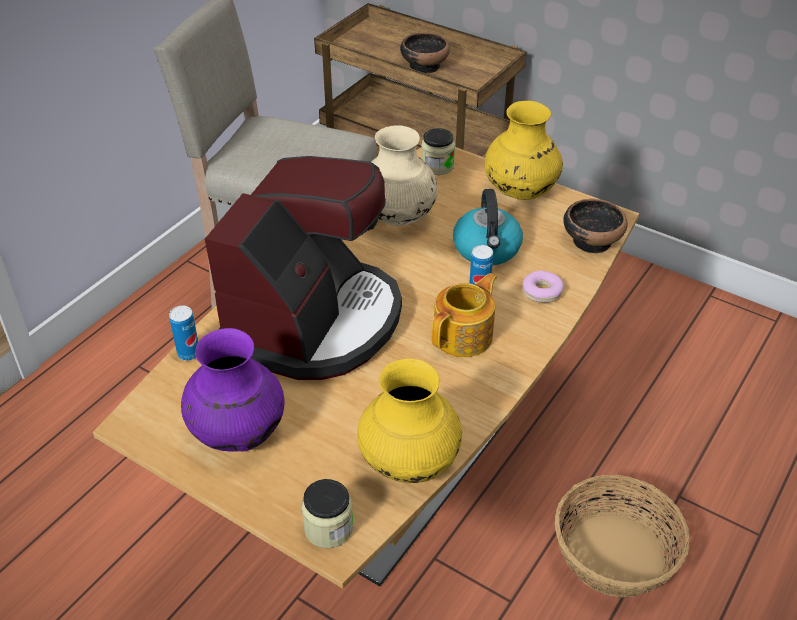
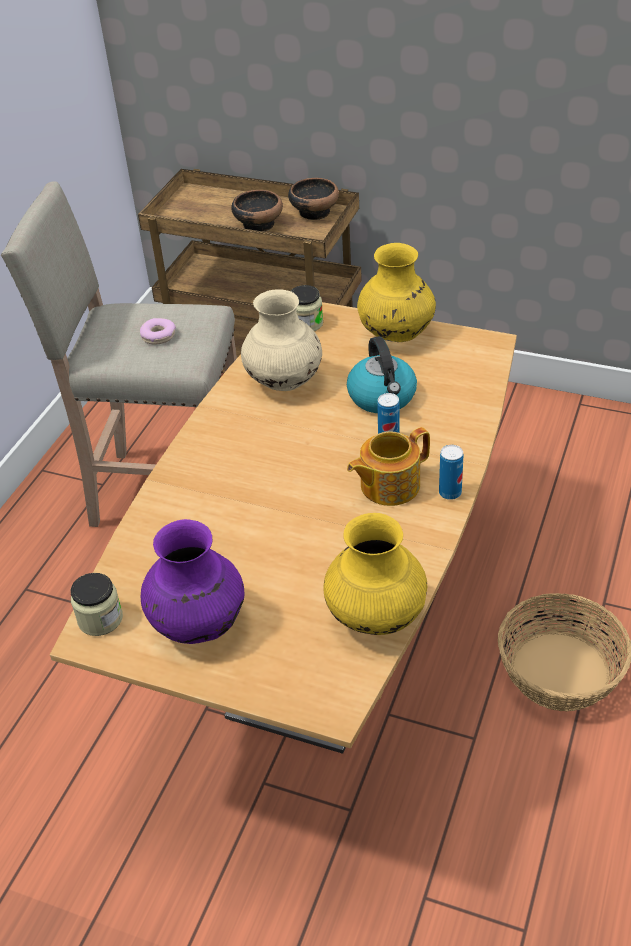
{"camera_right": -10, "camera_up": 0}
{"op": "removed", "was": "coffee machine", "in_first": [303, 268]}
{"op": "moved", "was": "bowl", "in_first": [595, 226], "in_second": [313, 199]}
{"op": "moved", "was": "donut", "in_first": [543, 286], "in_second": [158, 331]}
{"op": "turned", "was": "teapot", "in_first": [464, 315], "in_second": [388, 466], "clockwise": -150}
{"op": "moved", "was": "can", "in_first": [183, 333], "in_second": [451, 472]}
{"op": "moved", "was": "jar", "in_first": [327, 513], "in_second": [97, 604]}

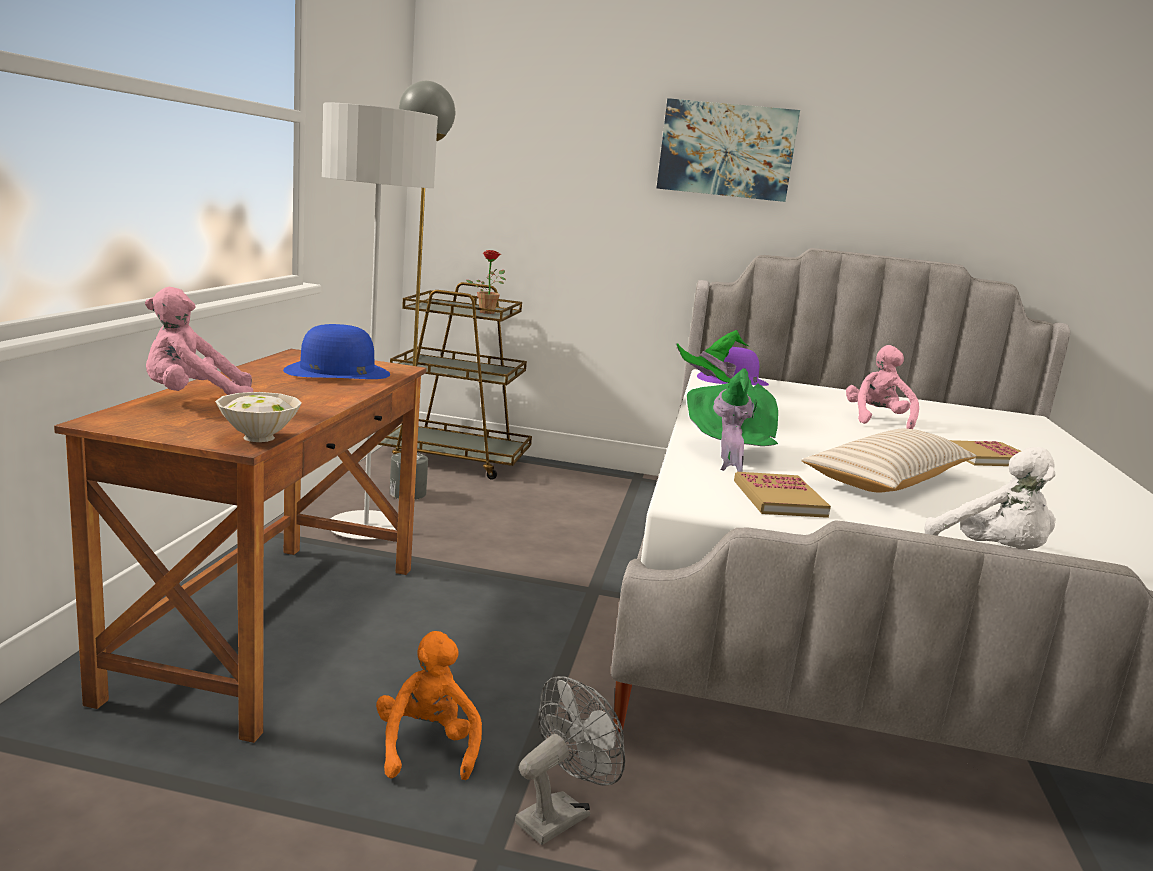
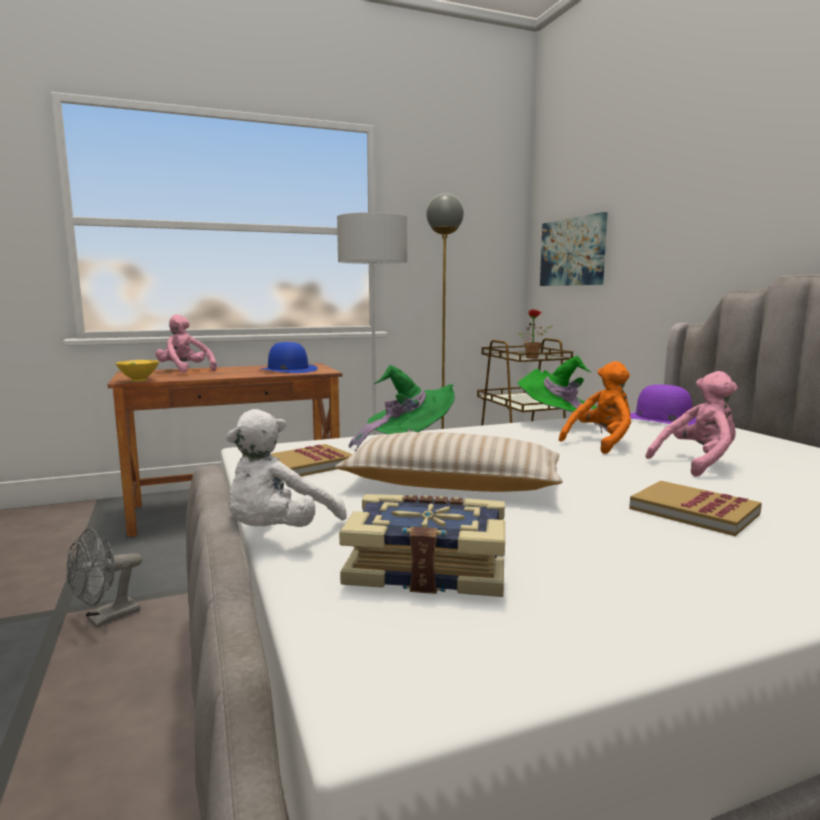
{"camera_right": 60, "camera_up": -5}
{"op": "moved", "was": "picture", "in_first": [728, 150], "in_second": [574, 249]}
{"op": "recoloured", "was": "white bowl", "now": "yellow bowl", "in_first": [258, 417], "in_second": [137, 371]}
{"op": "moved", "was": "orange plush toy", "in_first": [429, 705], "in_second": [595, 407]}
{"op": "turned", "was": "grey fan", "in_first": [570, 760], "in_second": [104, 577], "clockwise": 120}
{"op": "added", "now": "book", "in_second": [422, 545]}

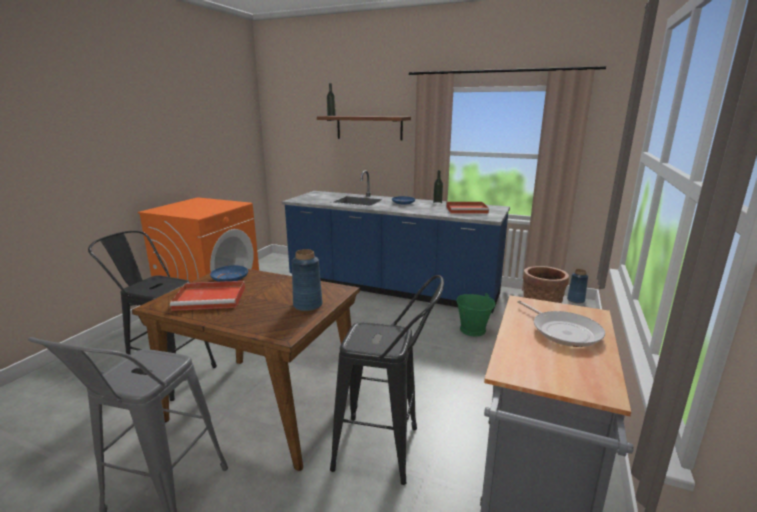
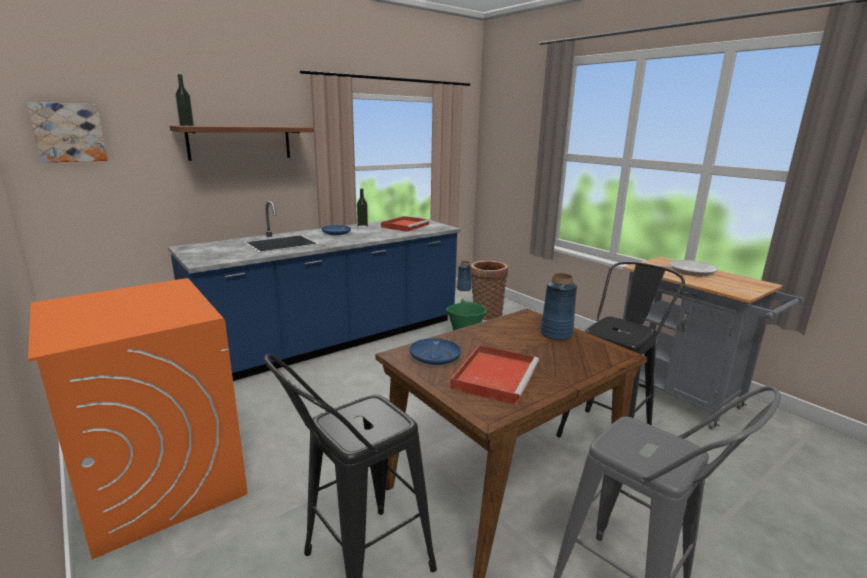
{"camera_right": -60, "camera_up": 0}
{"op": "added", "now": "picture", "in_second": [67, 132]}

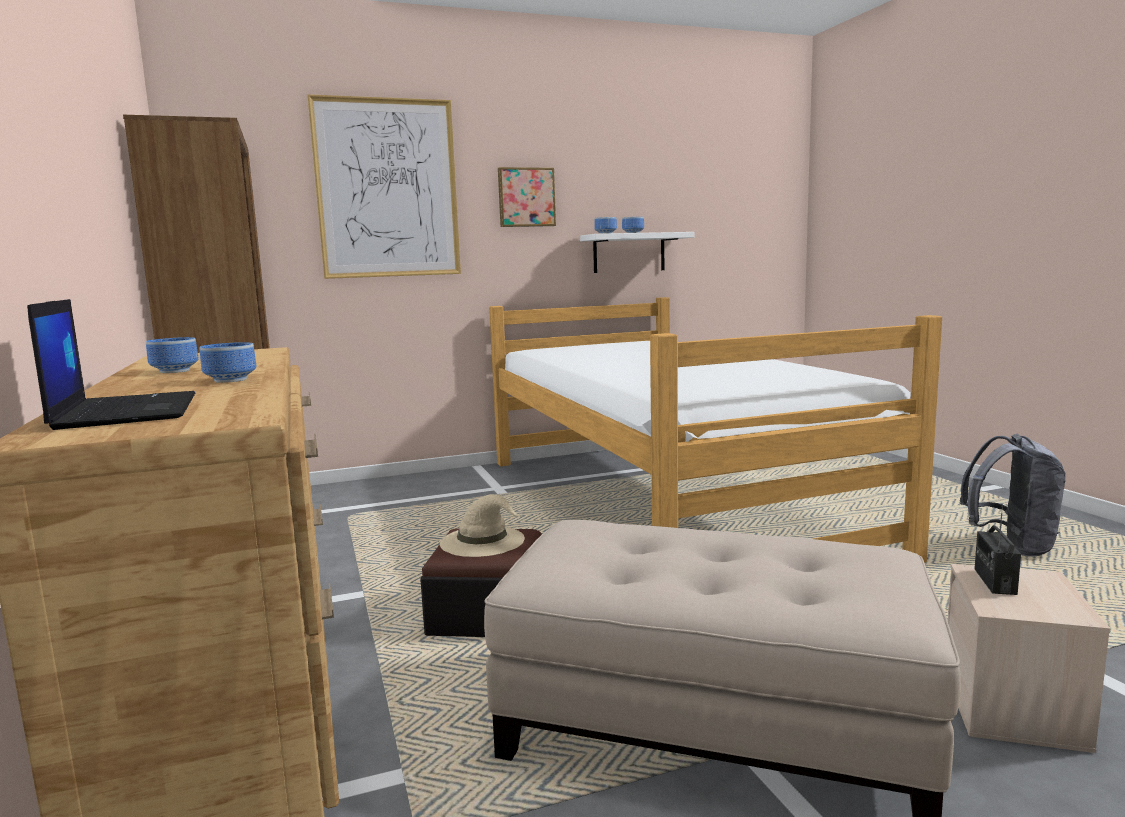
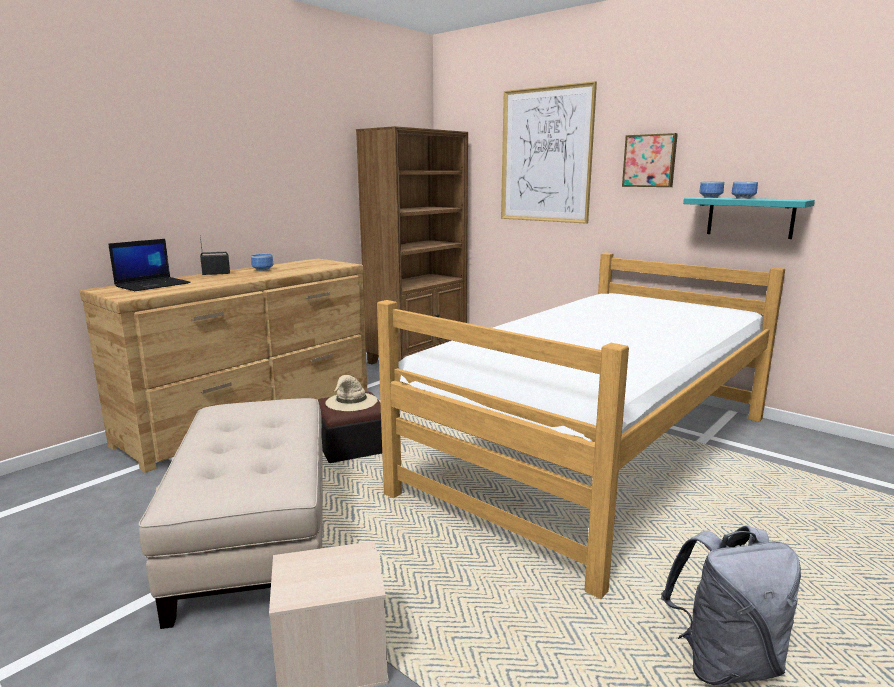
{"camera_right": 60, "camera_up": 5}
{"op": "recoloured", "was": "white shelf", "now": "turquoise shelf", "in_first": [637, 252], "in_second": [749, 218]}
{"op": "removed", "was": "bowl", "in_first": [227, 362]}
{"op": "moved", "was": "radio", "in_first": [997, 550], "in_second": [215, 255]}

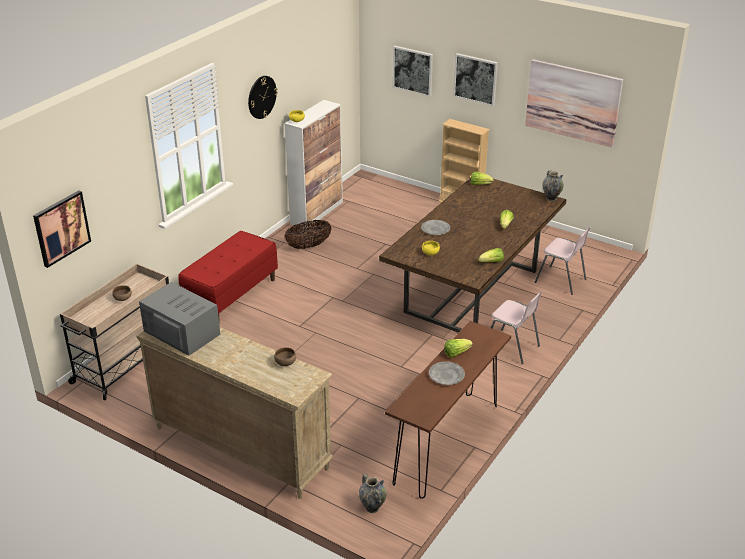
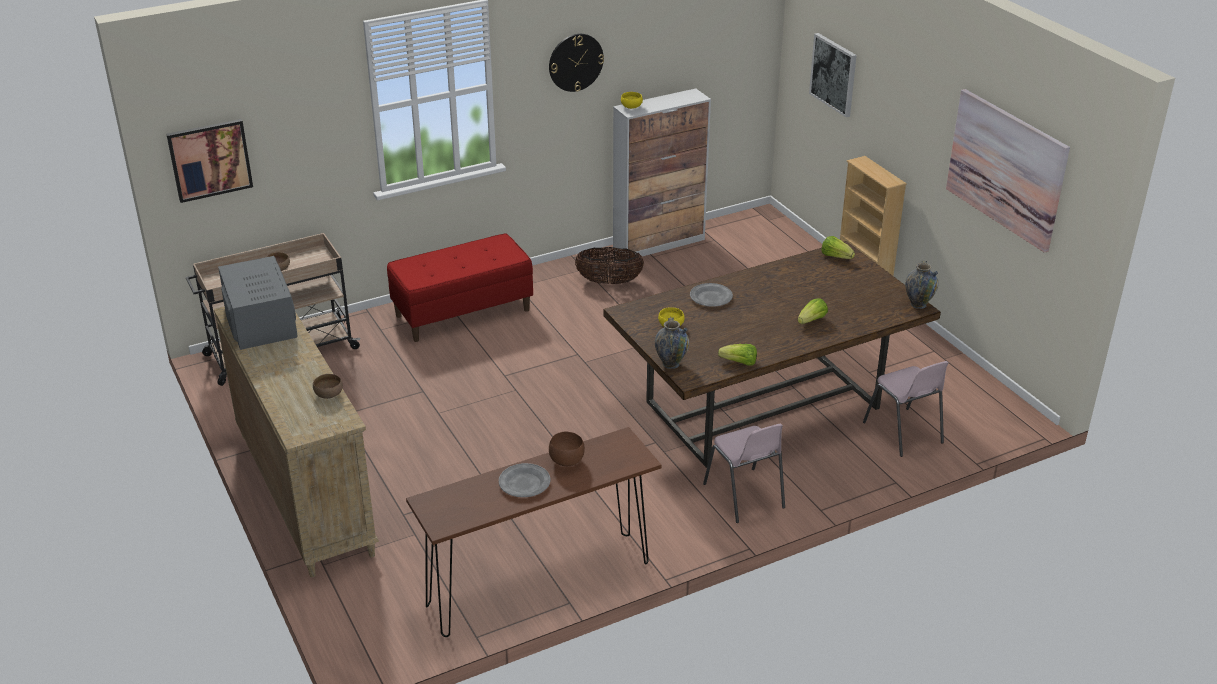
{"camera_right": 30, "camera_up": 0}
{"op": "removed", "was": "picture", "in_first": [476, 79]}
{"op": "replaced", "was": "lettuce", "now": "brown bowl", "in_first": [458, 348], "in_second": [567, 449]}
{"op": "moved", "was": "vase", "in_first": [373, 493], "in_second": [672, 343]}

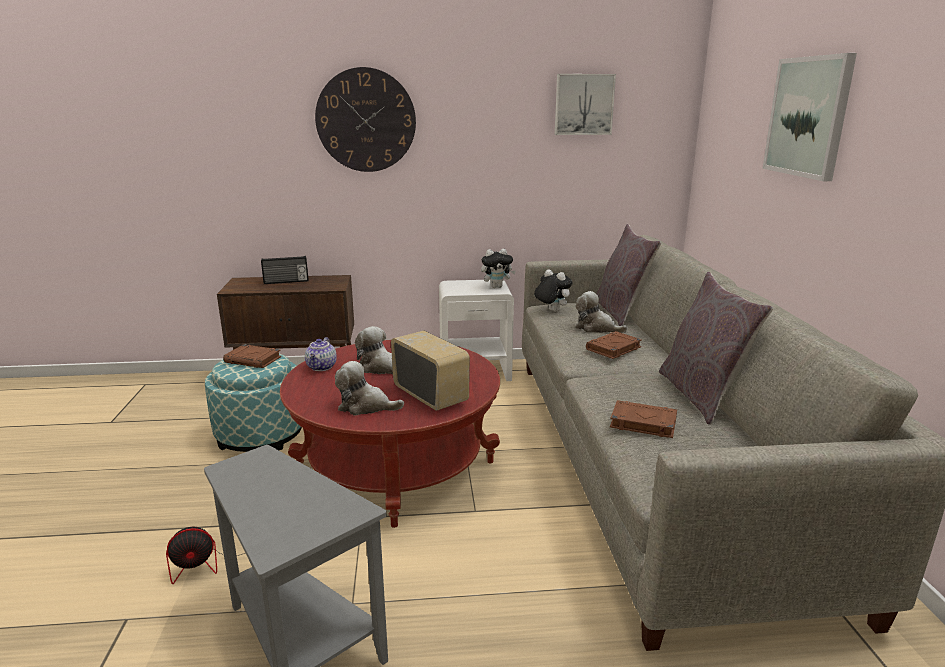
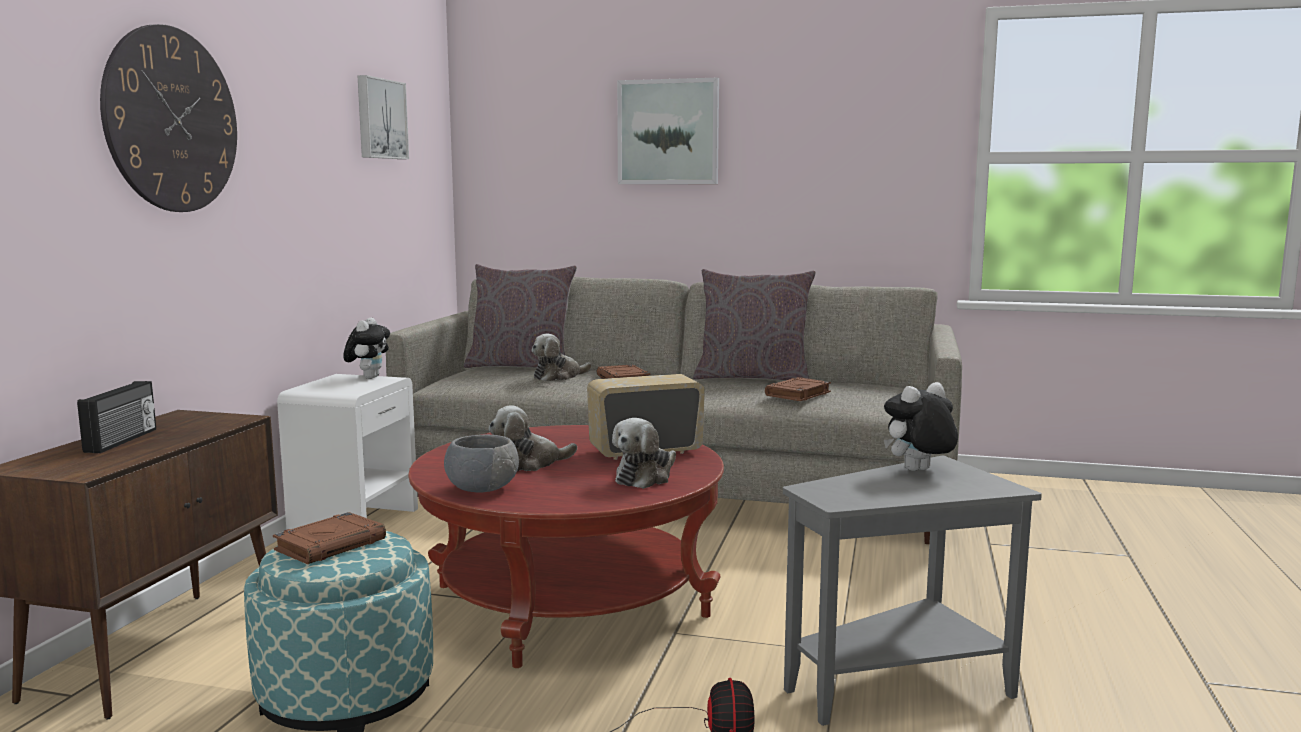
{"camera_right": -70, "camera_up": -10}
{"op": "moved", "was": "plush toy", "in_first": [553, 290], "in_second": [921, 426]}
{"op": "replaced", "was": "teapot", "now": "grey bowl", "in_first": [321, 354], "in_second": [481, 463]}

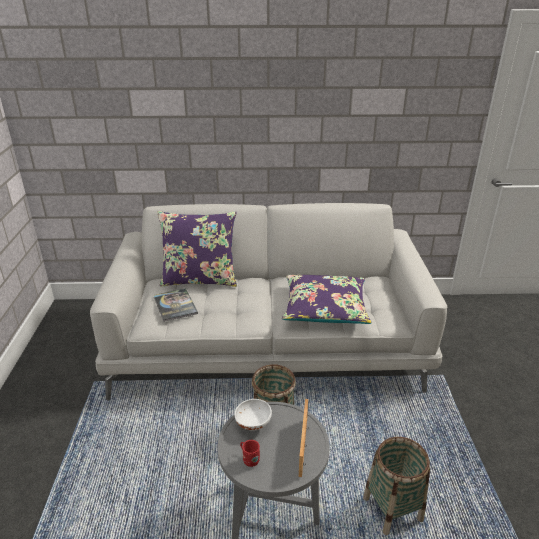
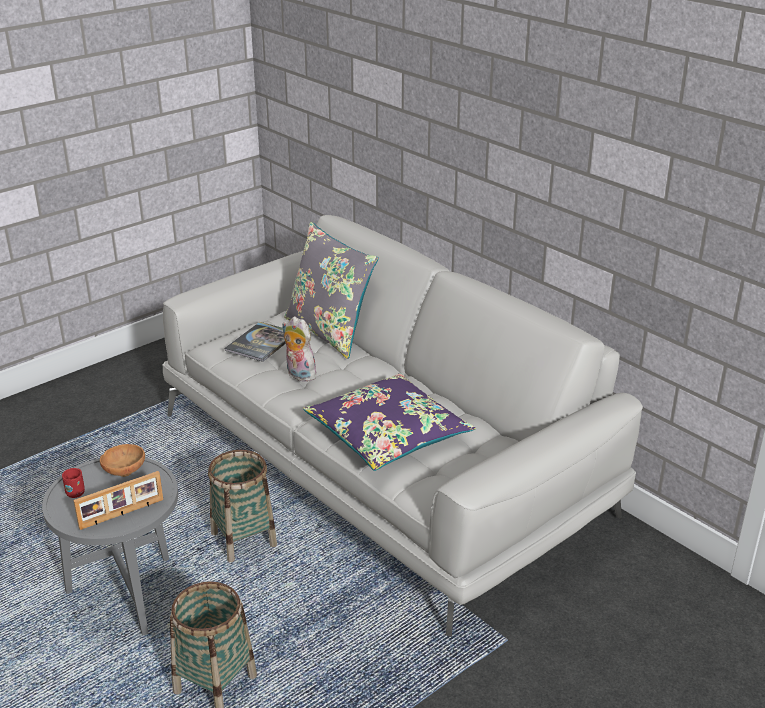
{"camera_right": 50, "camera_up": 0}
{"op": "recoloured", "was": "purple pillow", "now": "grey pillow", "in_first": [197, 249], "in_second": [331, 290]}
{"op": "recoloured", "was": "white bowl", "now": "brown bowl", "in_first": [253, 414], "in_second": [122, 460]}
{"op": "added", "now": "plush toy", "in_second": [299, 349]}

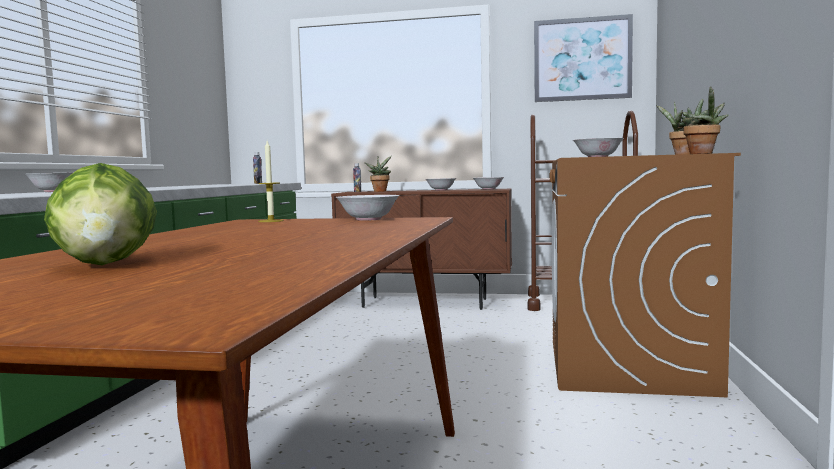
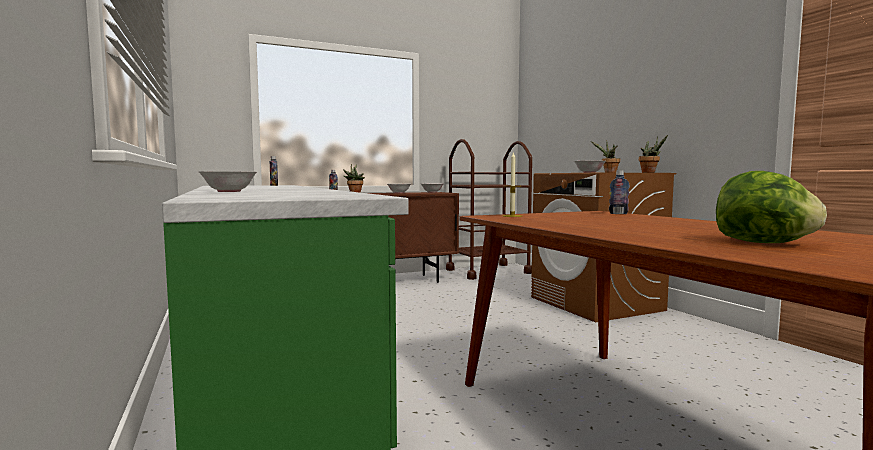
{"camera_right": -35, "camera_up": 0}
{"op": "removed", "was": "picture", "in_first": [583, 58]}
{"op": "removed", "was": "white bowl", "in_first": [367, 208]}
{"op": "added", "now": "bottle", "in_second": [619, 192]}

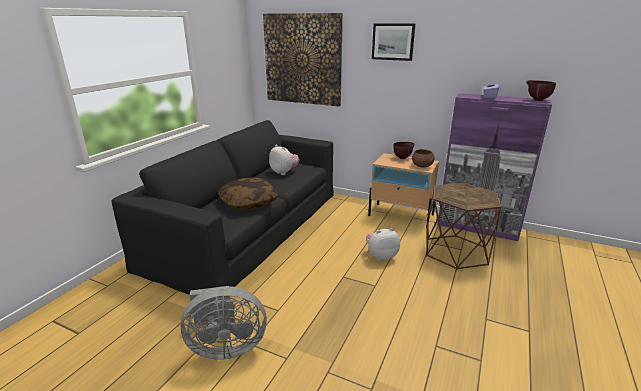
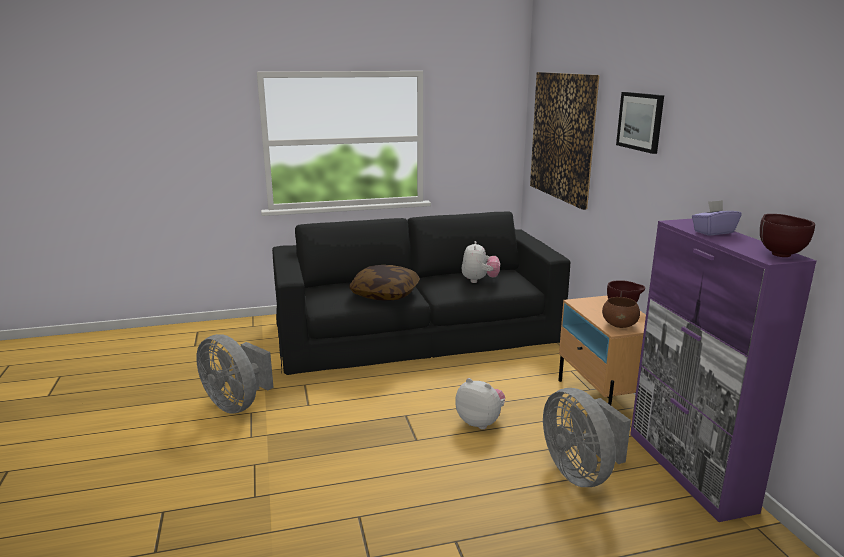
{"camera_right": 50, "camera_up": -5}
{"op": "replaced", "was": "brown side table", "now": "grey fan", "in_first": [464, 226], "in_second": [587, 437]}

